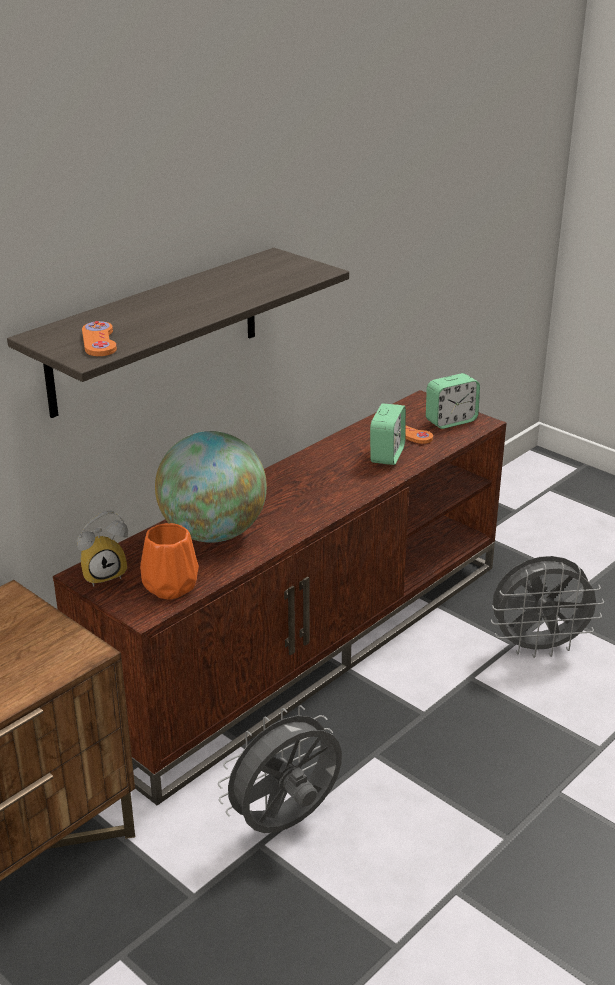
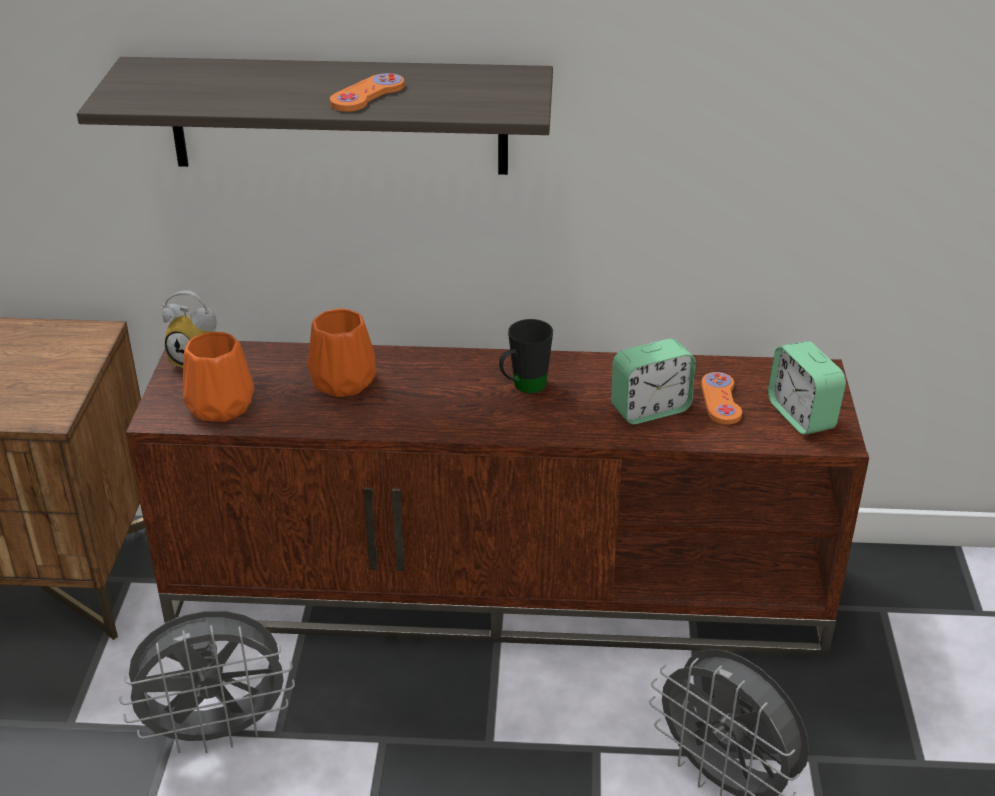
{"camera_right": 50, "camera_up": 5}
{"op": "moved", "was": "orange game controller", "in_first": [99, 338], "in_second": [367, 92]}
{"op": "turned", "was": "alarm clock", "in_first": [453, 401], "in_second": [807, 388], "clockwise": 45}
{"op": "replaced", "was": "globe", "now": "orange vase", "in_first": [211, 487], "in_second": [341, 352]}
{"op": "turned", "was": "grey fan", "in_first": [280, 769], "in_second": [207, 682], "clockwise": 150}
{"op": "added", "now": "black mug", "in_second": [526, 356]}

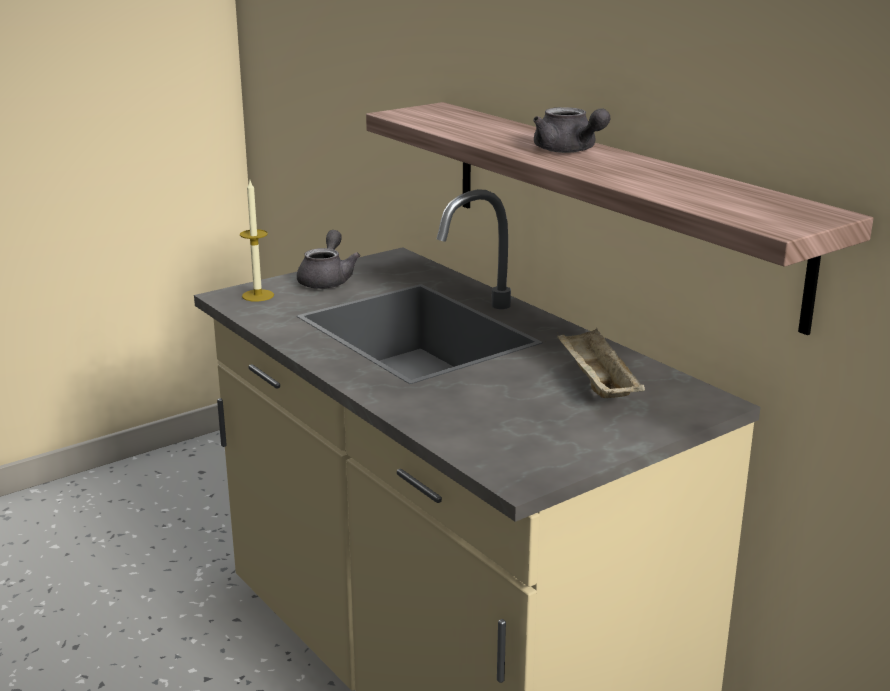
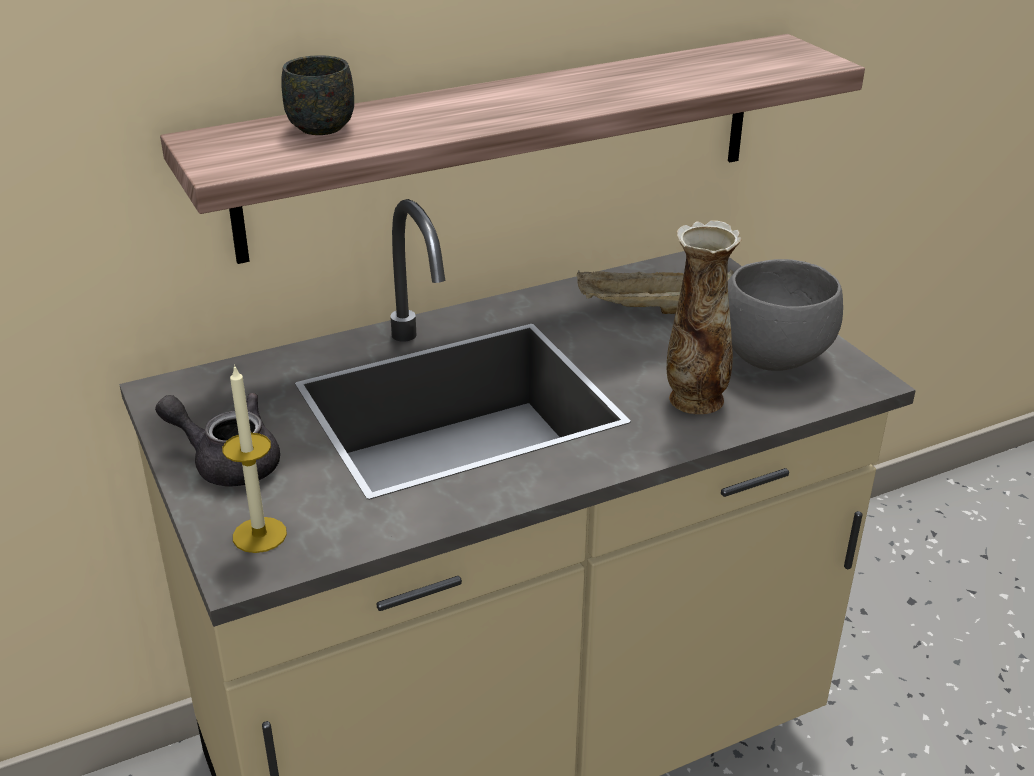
{"camera_right": -80, "camera_up": 10}
{"op": "removed", "was": "grey teapot", "in_first": [571, 130]}
{"op": "added", "now": "grey mug", "in_second": [318, 95]}
{"op": "added", "now": "vase", "in_second": [704, 317]}
{"op": "added", "now": "grey bowl", "in_second": [785, 315]}

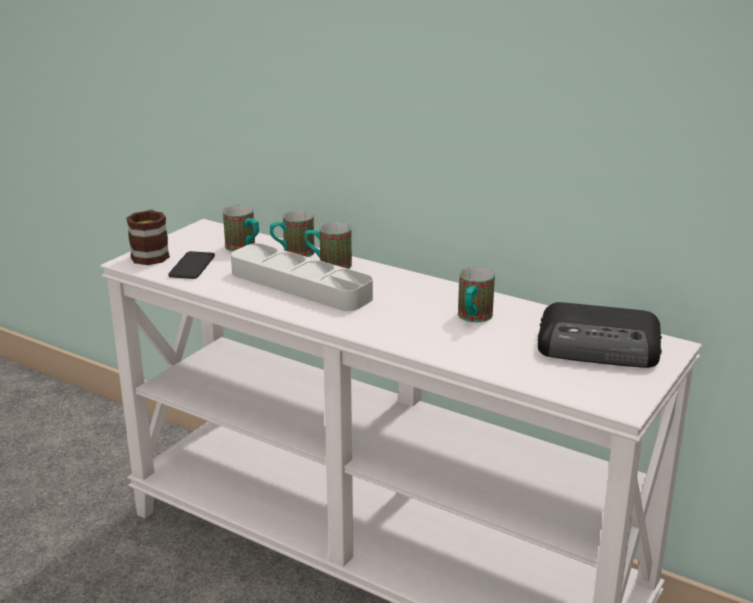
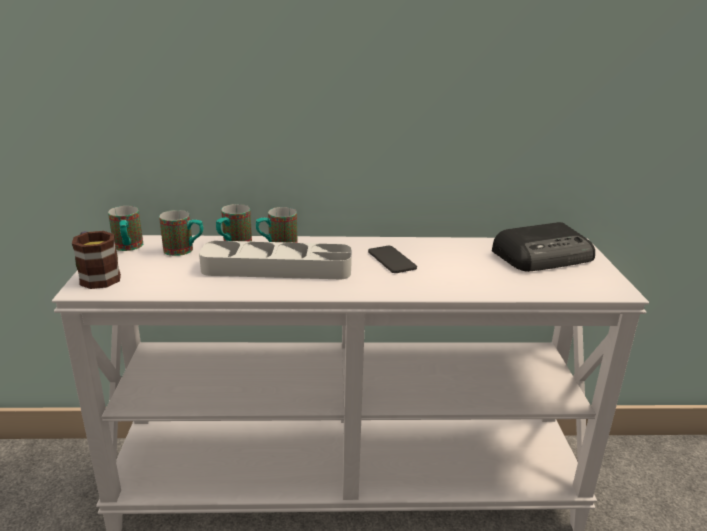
{"camera_right": -35, "camera_up": 0}
{"op": "moved", "was": "phone", "in_first": [191, 265], "in_second": [392, 259]}
{"op": "moved", "was": "mug", "in_first": [476, 294], "in_second": [125, 228]}

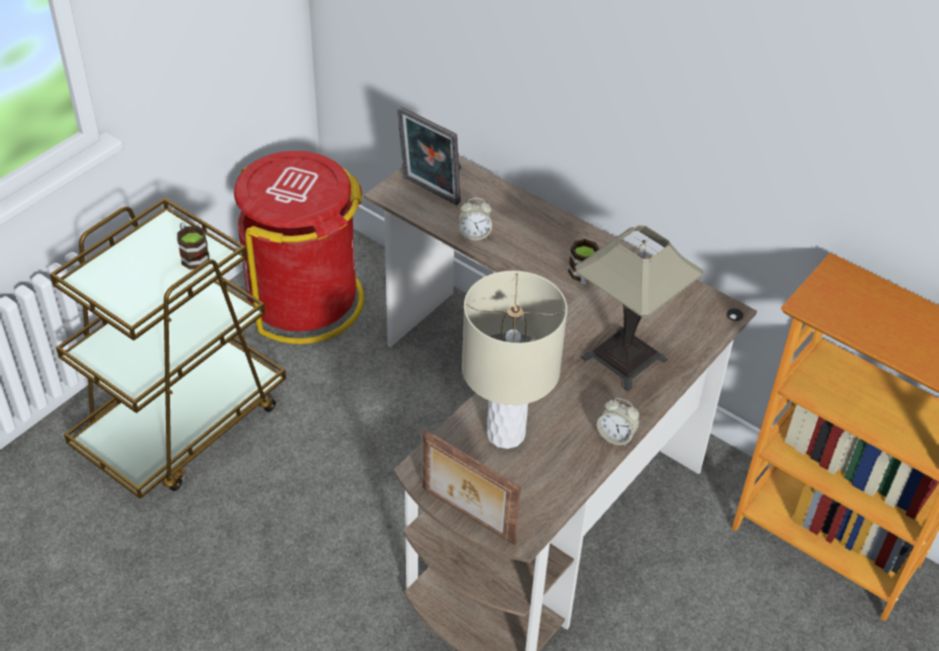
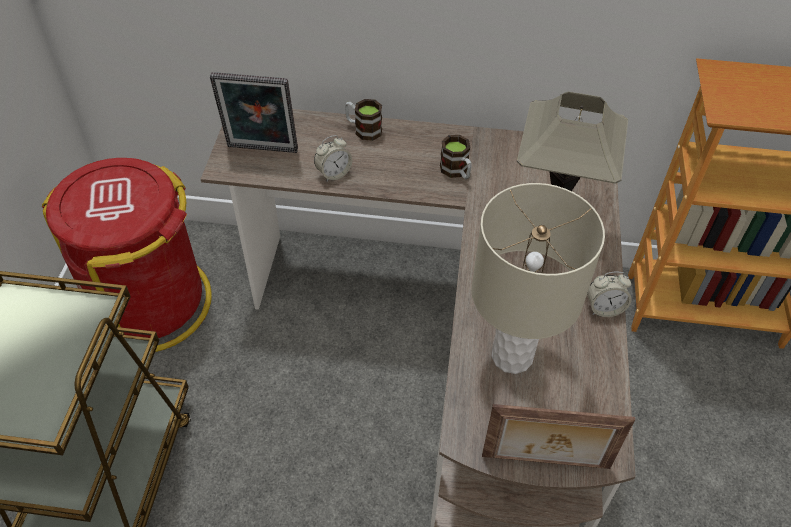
{"camera_right": -30, "camera_up": 5}
{"op": "moved", "was": "mug", "in_first": [193, 246], "in_second": [363, 120]}

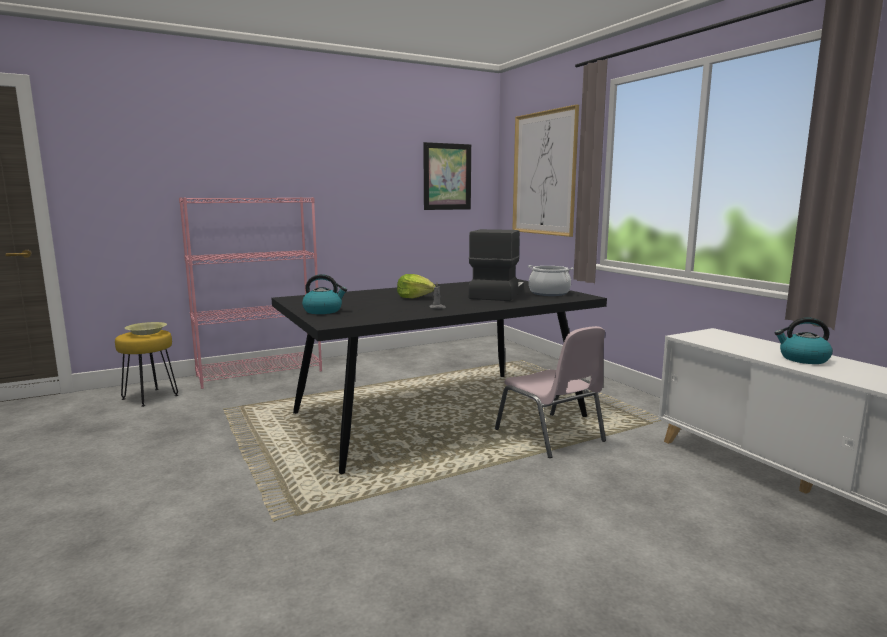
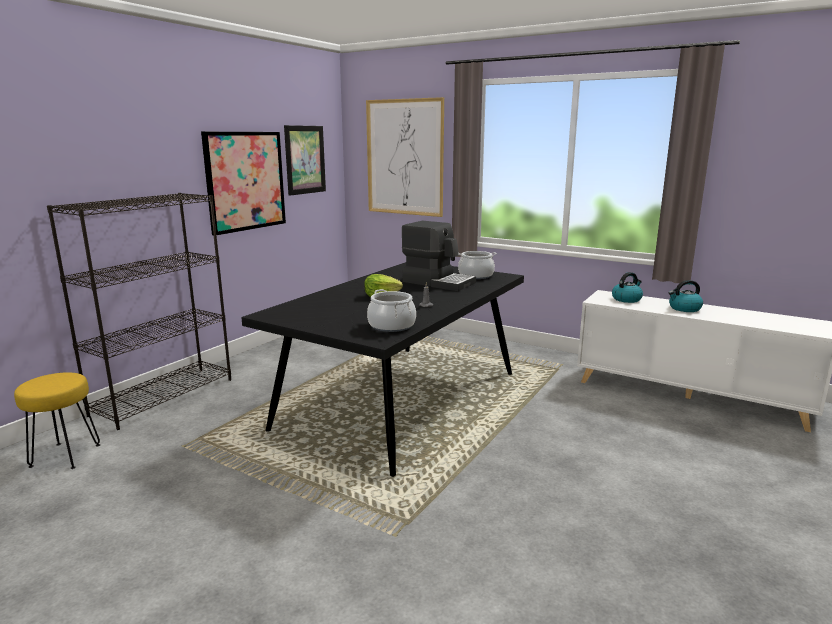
{"camera_right": -30, "camera_up": 5}
{"op": "recoloured", "was": "pink bookcase", "now": "black bookcase", "in_first": [250, 293], "in_second": [139, 311]}
{"op": "turned", "was": "coffee machine", "in_first": [496, 265], "in_second": [439, 256], "clockwise": 135}
{"op": "moved", "was": "kettle", "in_first": [324, 294], "in_second": [627, 287]}
{"op": "removed", "was": "yellow bowl", "in_first": [146, 328]}
{"op": "removed", "was": "pink chair", "in_first": [550, 392]}
{"op": "added", "now": "picture", "in_second": [243, 183]}
{"op": "added", "now": "cooking pot", "in_second": [391, 310]}

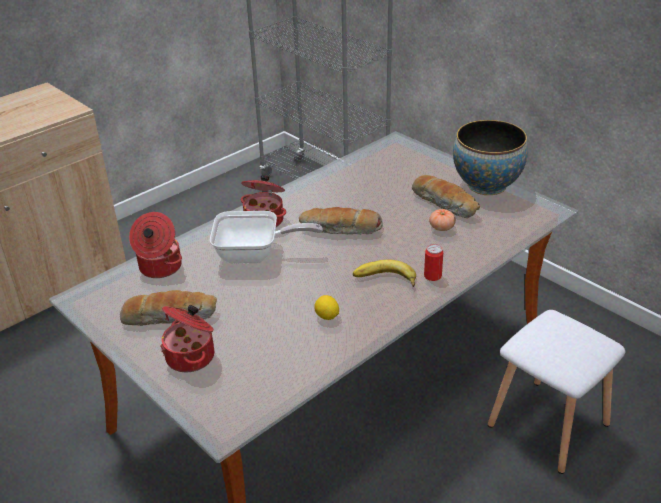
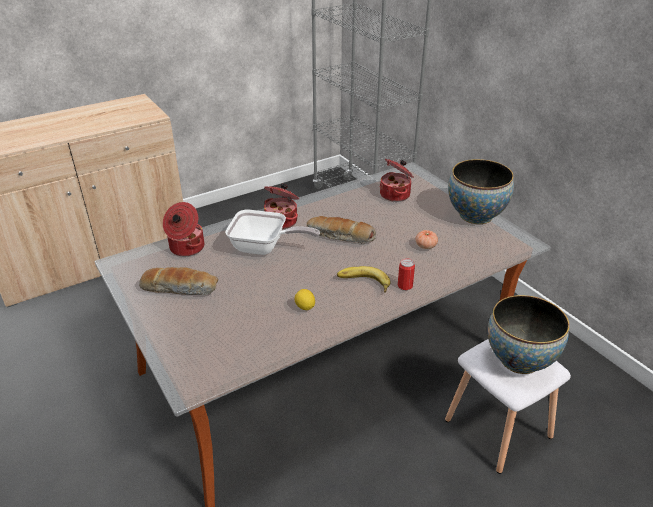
{"camera_right": 10, "camera_up": 0}
{"op": "removed", "was": "bread", "in_first": [446, 196]}
{"op": "moved", "was": "cooking pot", "in_first": [187, 338], "in_second": [397, 180]}
{"op": "added", "now": "bowl", "in_second": [529, 334]}

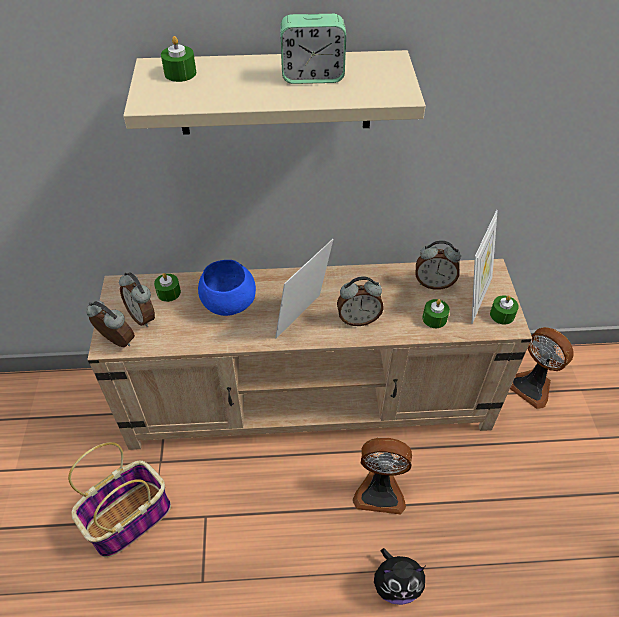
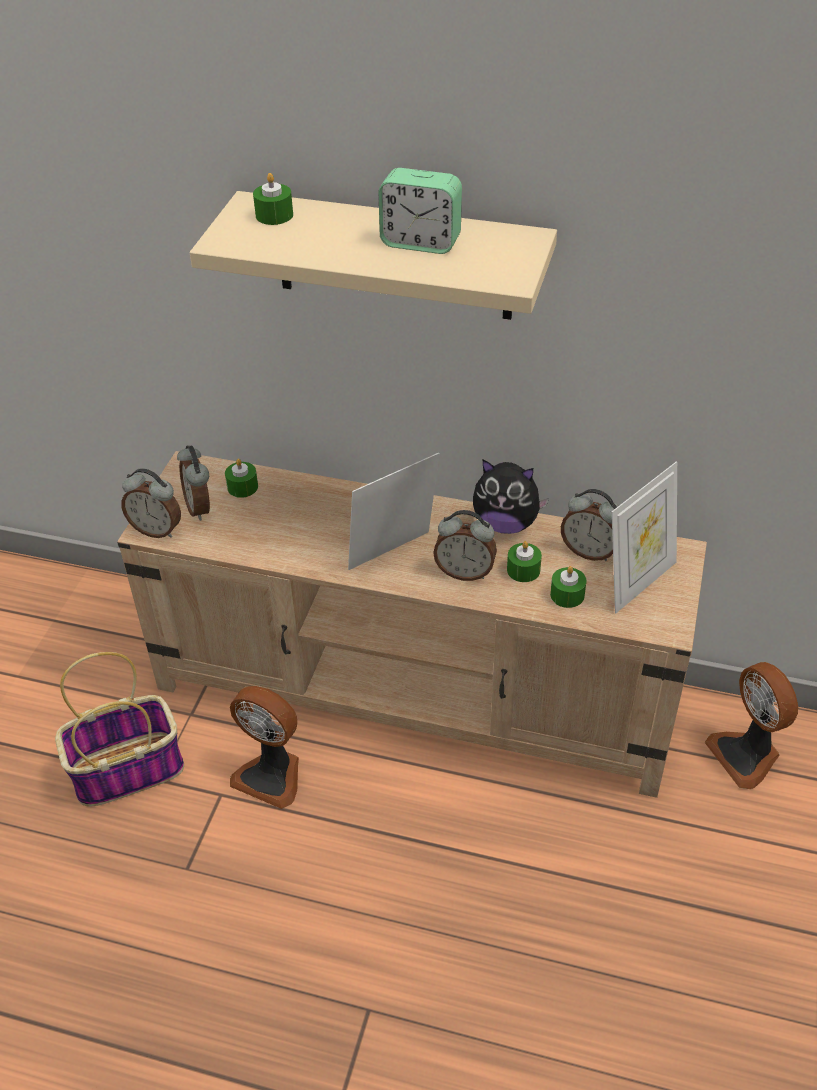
{"camera_right": 20, "camera_up": -5}
{"op": "removed", "was": "blue bowl", "in_first": [227, 288]}
{"op": "moved", "was": "green candle", "in_first": [504, 310], "in_second": [524, 561]}
{"op": "turned", "was": "alarm clock", "in_first": [110, 324], "in_second": [151, 503], "clockwise": 150}
{"op": "moved", "was": "fan", "in_first": [382, 476], "in_second": [264, 747]}
{"op": "moved", "was": "plush toy", "in_first": [399, 576], "in_second": [511, 497]}

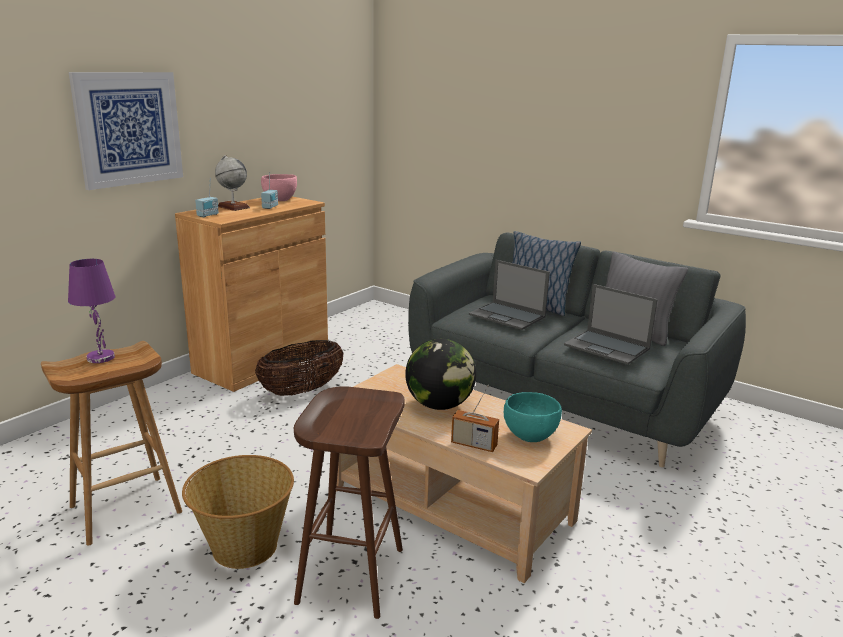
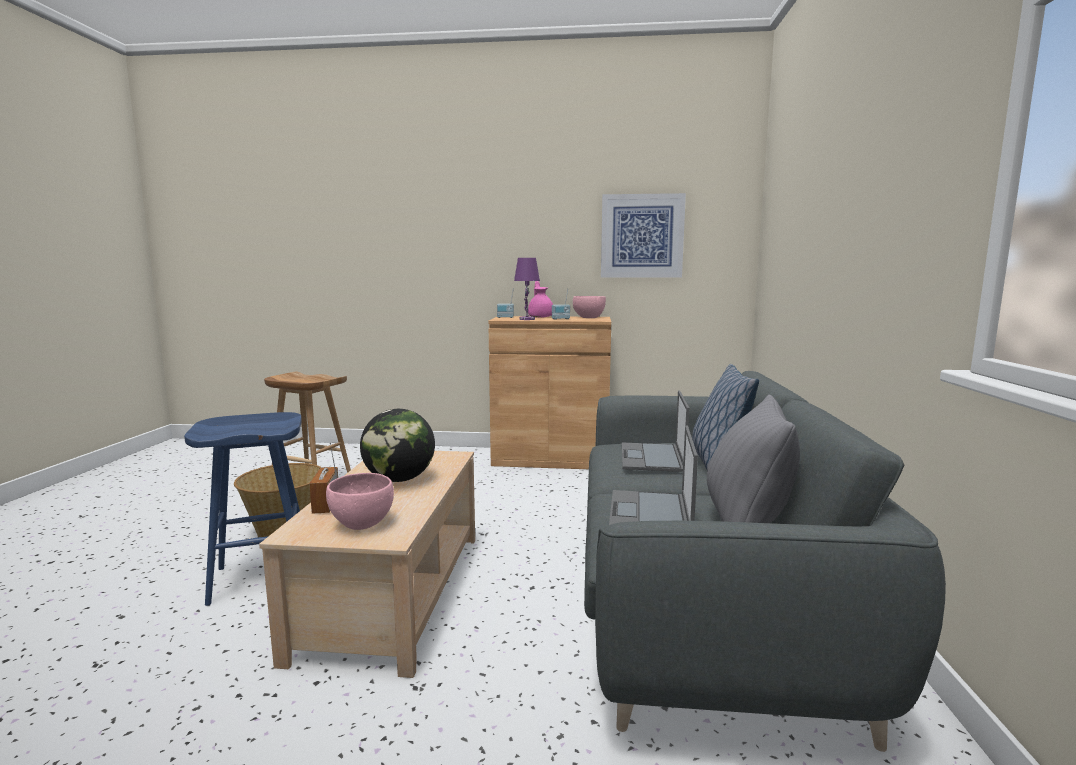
{"camera_right": 60, "camera_up": -10}
{"op": "moved", "was": "picture", "in_first": [126, 131], "in_second": [643, 235]}
{"op": "replaced", "was": "globe", "now": "pink teapot", "in_first": [232, 183], "in_second": [540, 299]}
{"op": "moved", "was": "purple table lamp", "in_first": [91, 311], "in_second": [527, 289]}
{"op": "removed", "was": "basket", "in_first": [299, 368]}
{"op": "recoloured", "was": "brown stool", "now": "blue stool", "in_first": [349, 502], "in_second": [243, 509]}
{"op": "recoloured", "was": "turquoise bowl", "now": "pink bowl", "in_first": [533, 417], "in_second": [360, 501]}

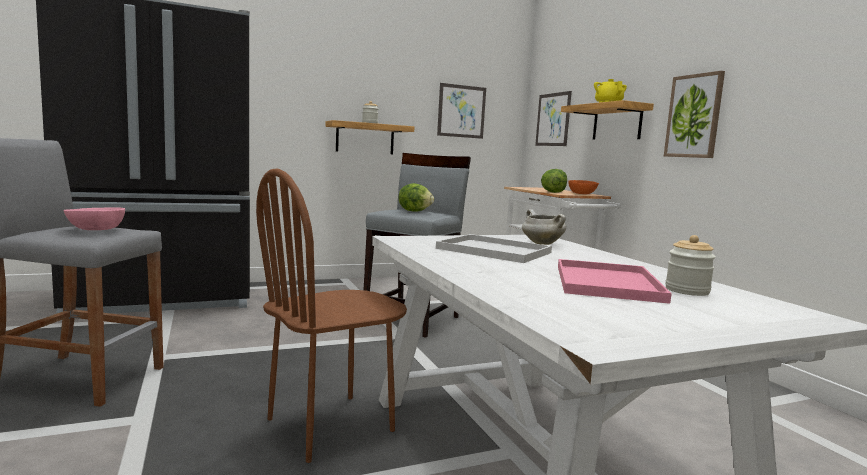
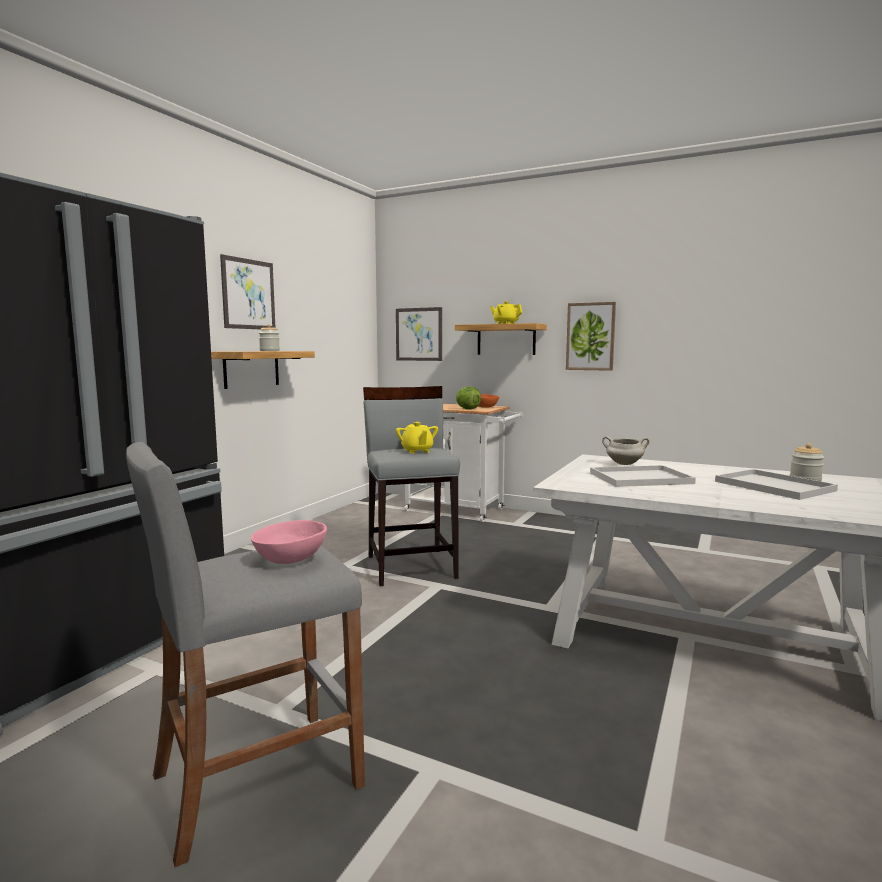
{"camera_right": -40, "camera_up": 0}
{"op": "moved", "was": "picture", "in_first": [461, 111], "in_second": [247, 291]}
{"op": "removed", "was": "brown chair", "in_first": [331, 315]}
{"op": "replaced", "was": "lettuce", "now": "yellow teapot", "in_first": [416, 197], "in_second": [417, 438]}
{"op": "recoloured", "was": "pink tray", "now": "white tray", "in_first": [615, 281], "in_second": [776, 484]}

